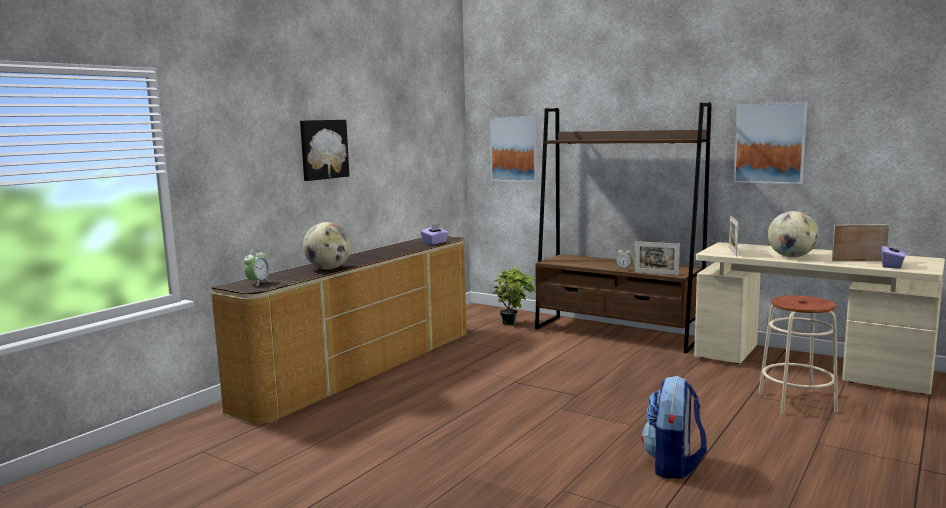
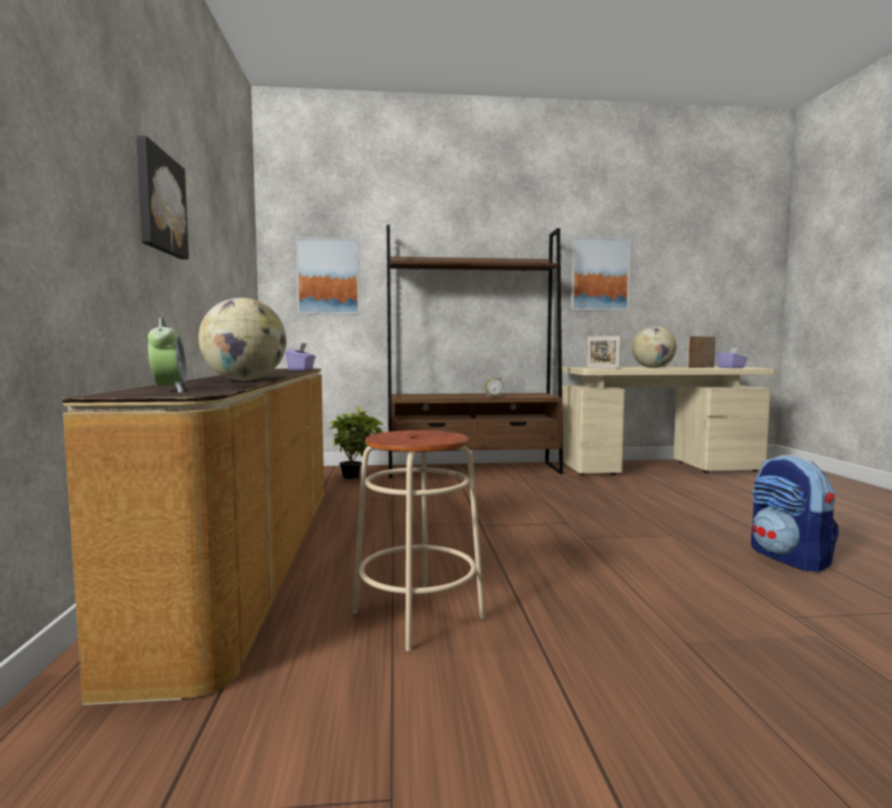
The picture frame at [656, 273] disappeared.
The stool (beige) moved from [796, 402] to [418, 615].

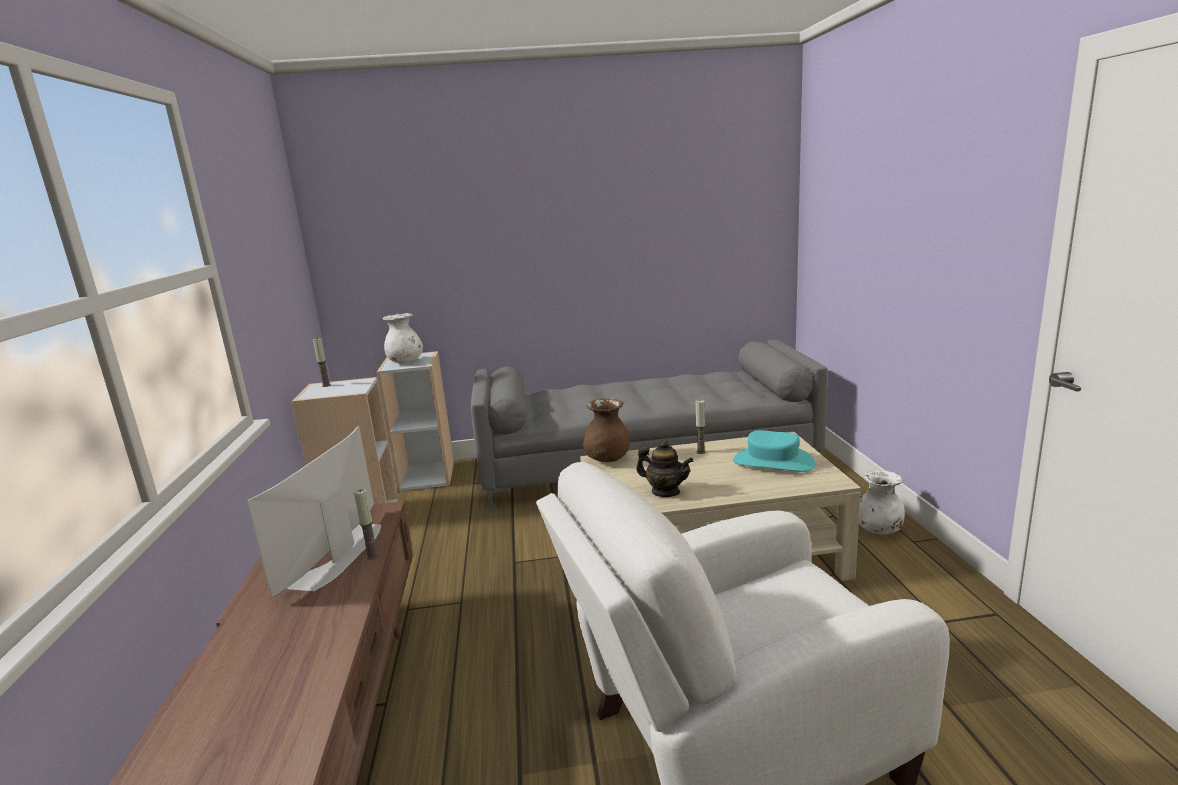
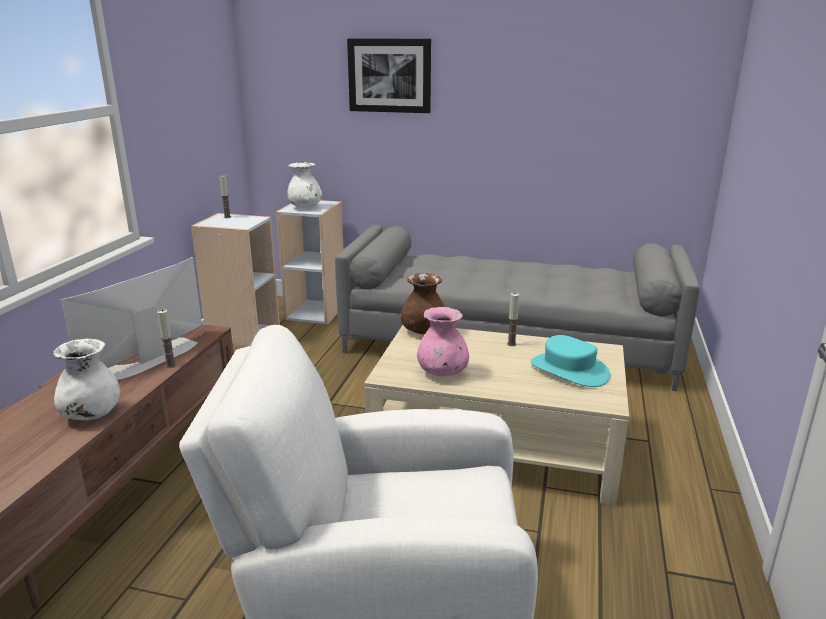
The picture at [389, 75] appeared.
The vase (white) moved from [878, 530] to [92, 415].
The teapot at [665, 492] was replaced by the vase (pink) at [442, 373].

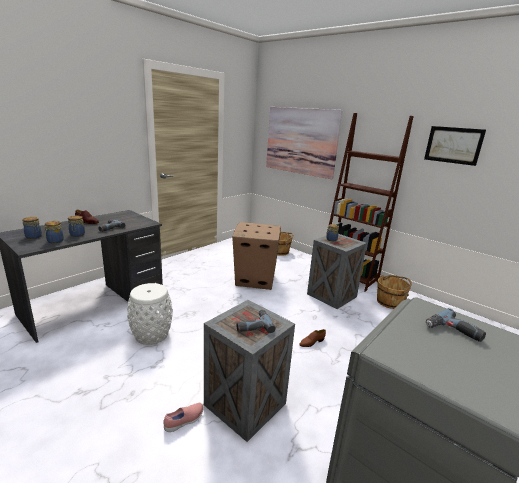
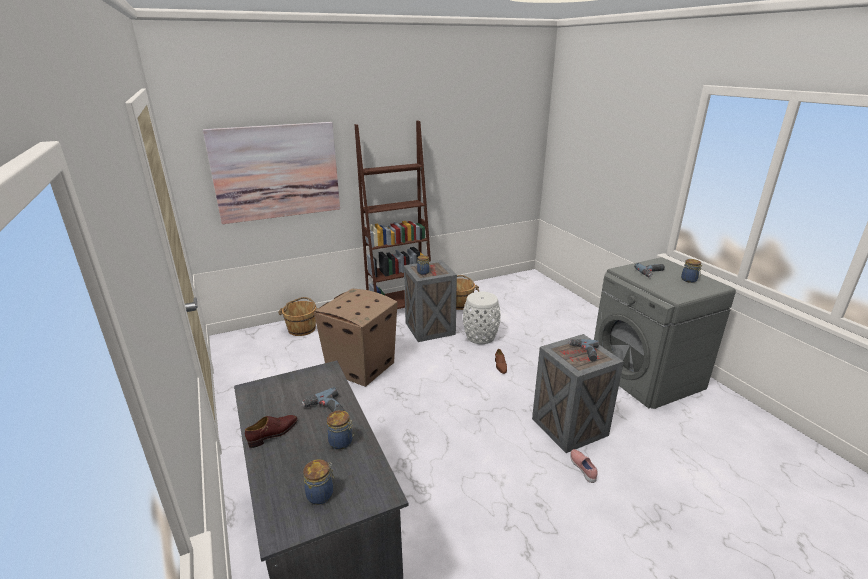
The picture at [453, 145] disappeared.
The jar moved from [54, 241] to [689, 280].
The stool (white) moved from [151, 335] to [480, 337].

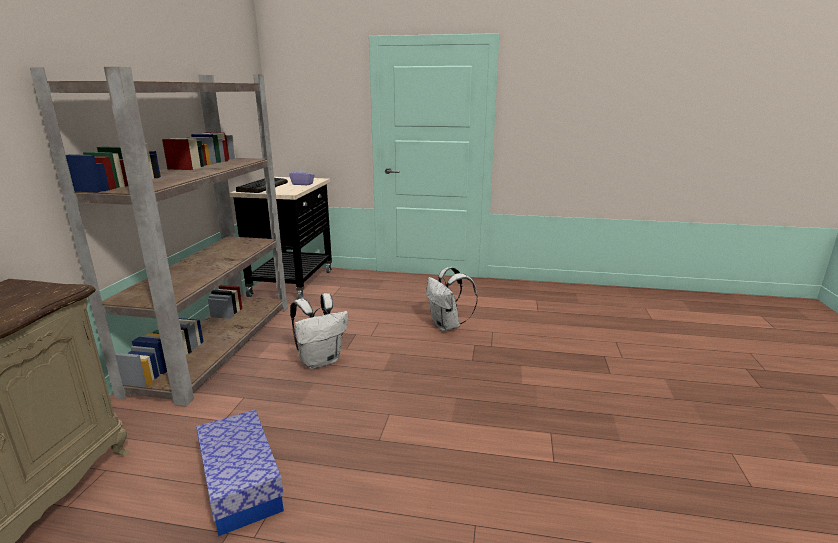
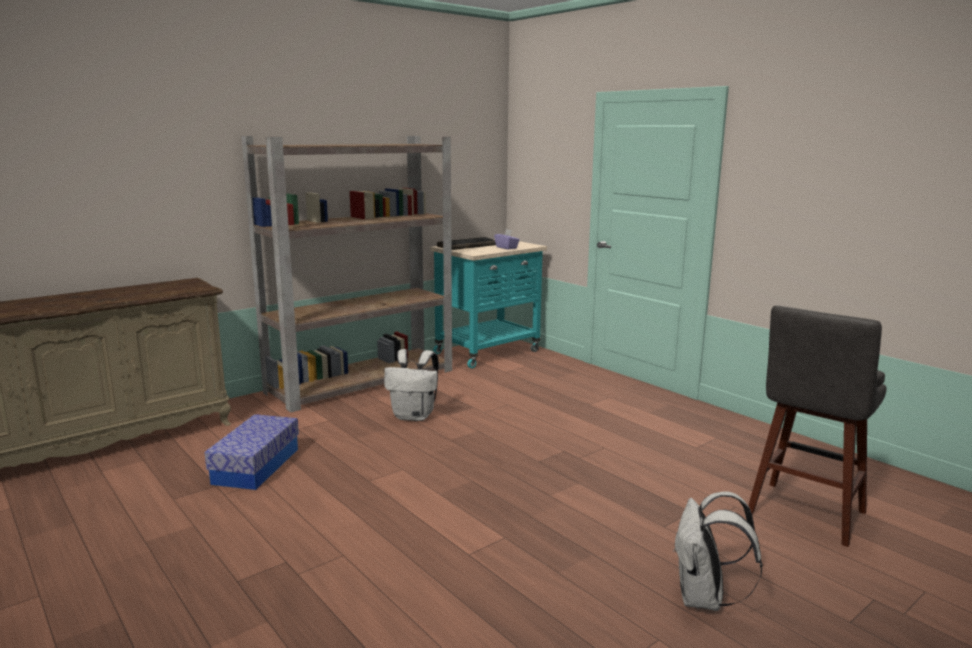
The stool (grey) at [803, 514] appeared.
The backpack (white) moved from [447, 326] to [704, 599].
The cart (black) at [292, 283] became the cart (turquoise) at [487, 352].

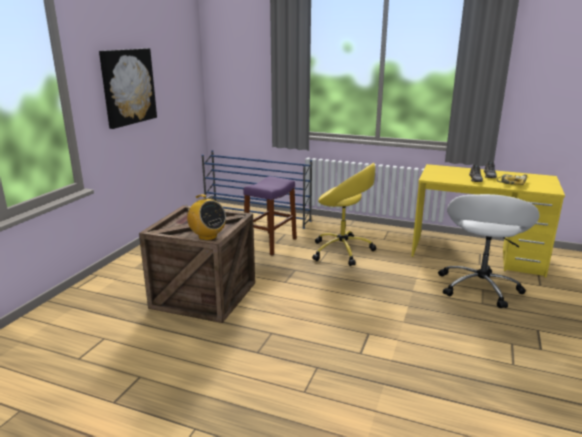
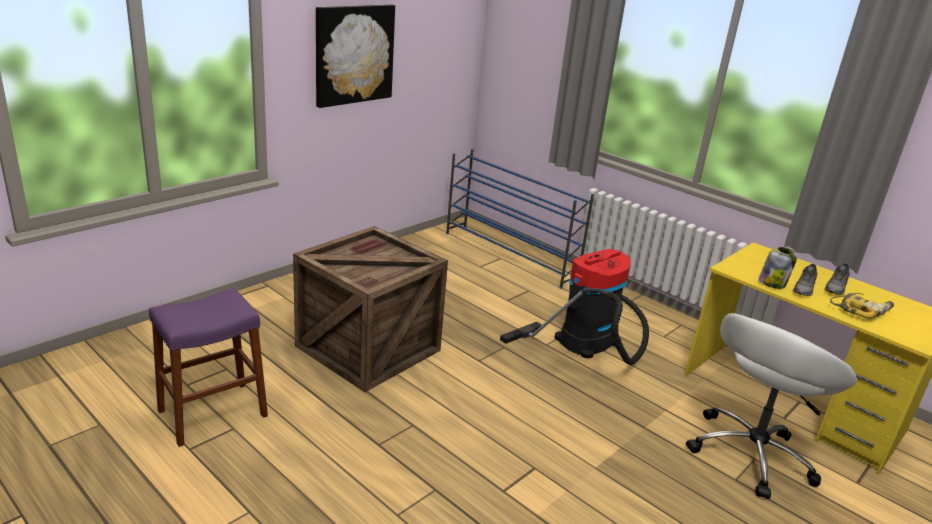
The radio at [207, 236] disappeared.
The jar at [772, 283] appeared.
The stool (purple) moved from [270, 243] to [213, 413].
The office chair (yellow) at [343, 251] was replaced by the vacuum cleaner at [590, 338].

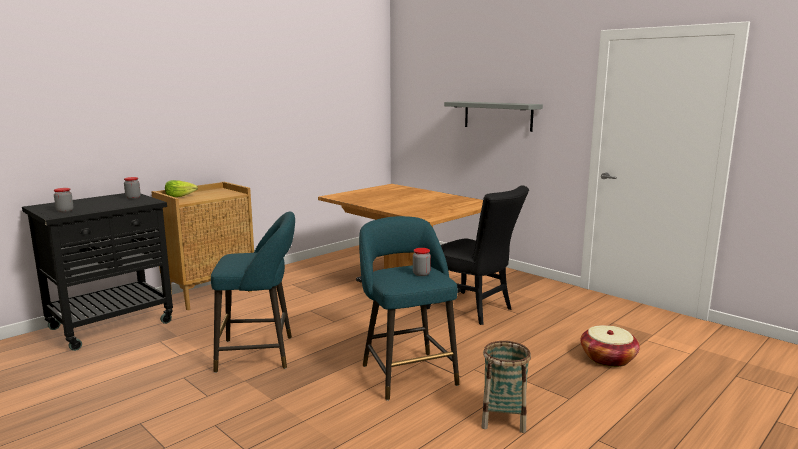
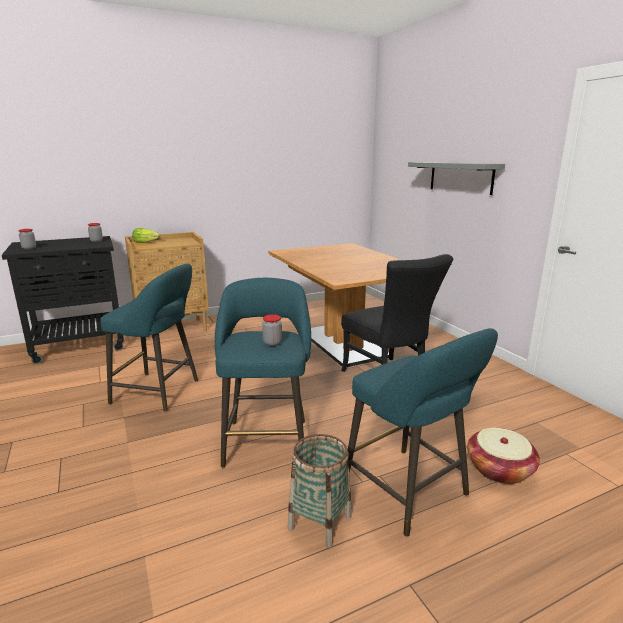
The stool (turquoise) at [410, 493] appeared.

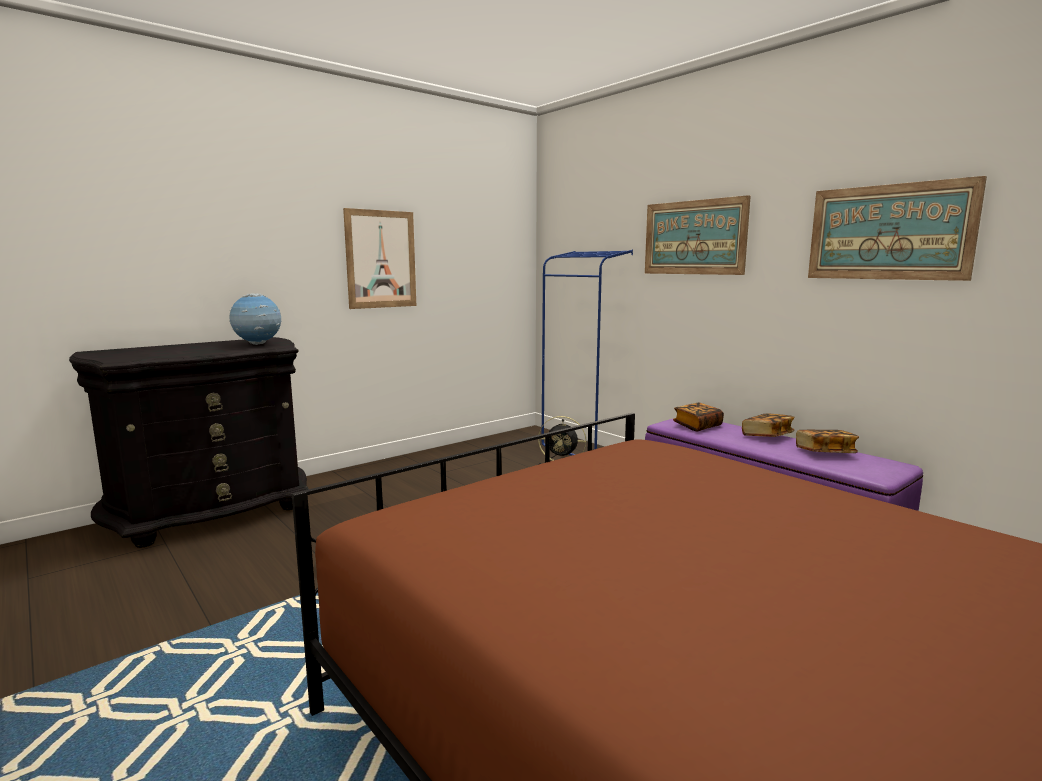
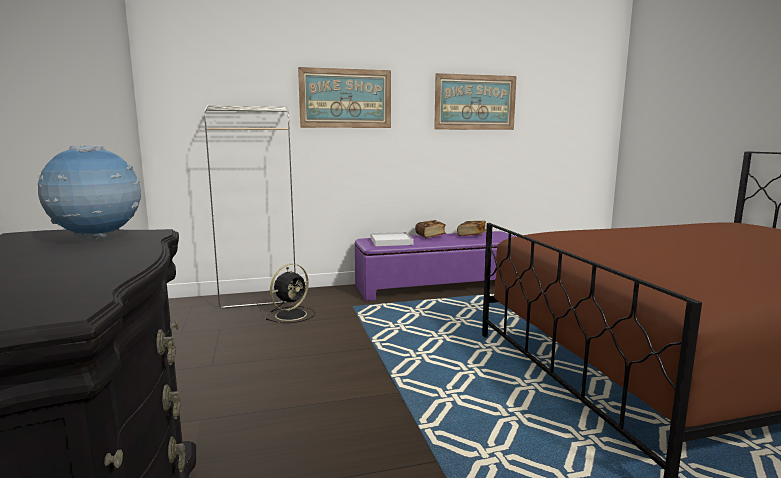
The picture at [381, 259] disappeared.
The book at [697, 426] was replaced by the tray (white) at [391, 241].
The clothes rack (blue) at [582, 450] became the clothes rack (grey) at [259, 299].

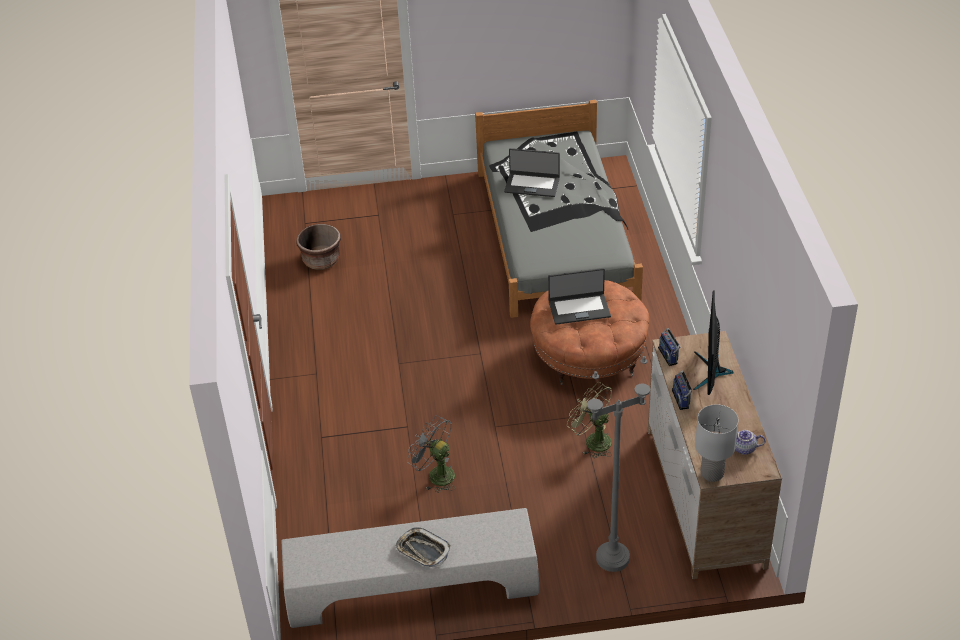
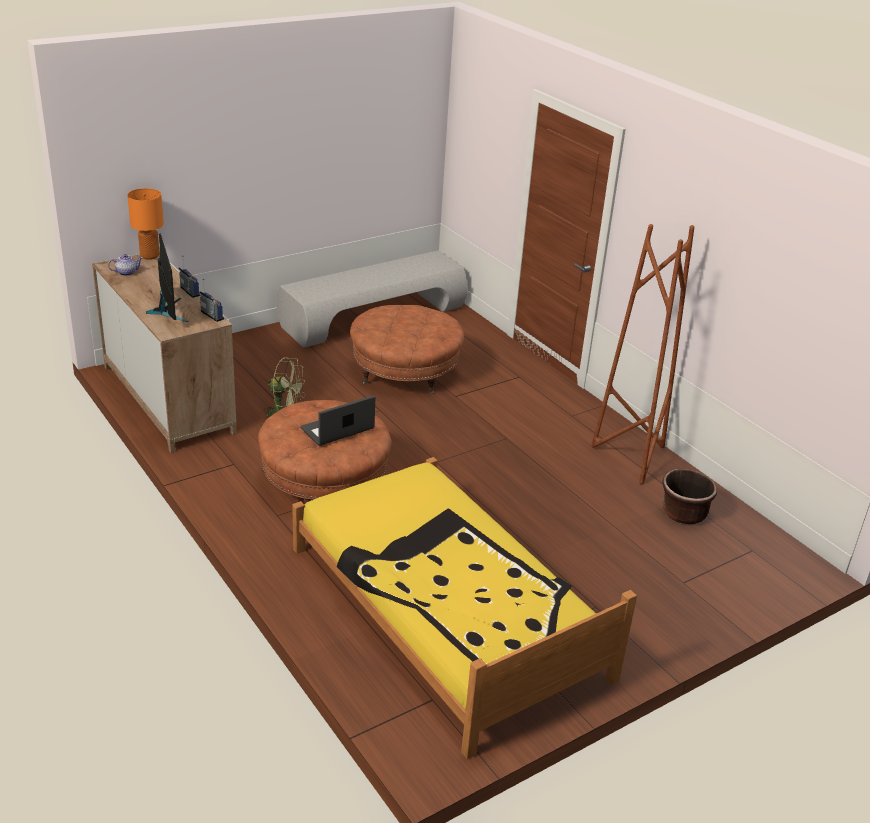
The tray at [423, 550] disappeared.
The laptop at [532, 185] disappeared.
The floor lamp (grey) at [613, 558] disappeared.
The clothes rack (brown) at [632, 459] appeared.
The fan (grey) at [435, 474] was replaced by the ottoman (brown) at [405, 372].
The bed (grey) at [555, 234] became the bed (yellow) at [446, 611].
The table lamp (grey) at [711, 475] became the table lamp (orange) at [150, 257].

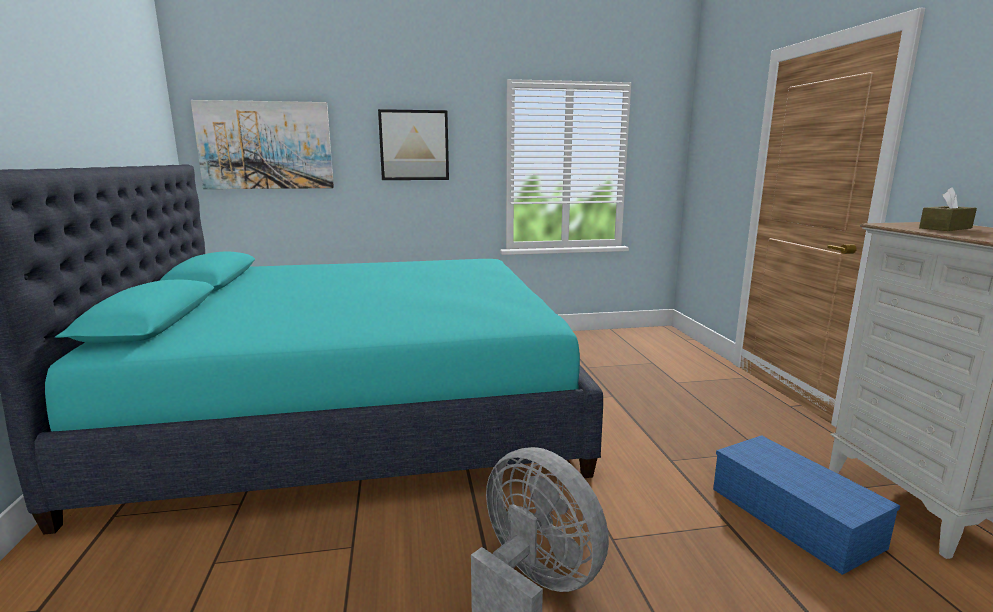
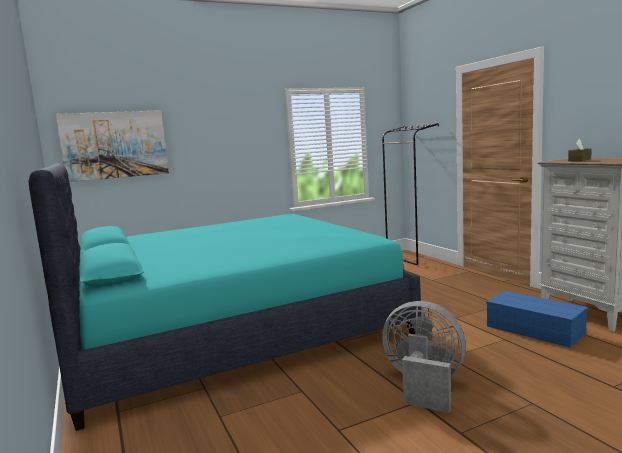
The picture at [414, 145] disappeared.
The clothes rack (black) at [413, 258] appeared.

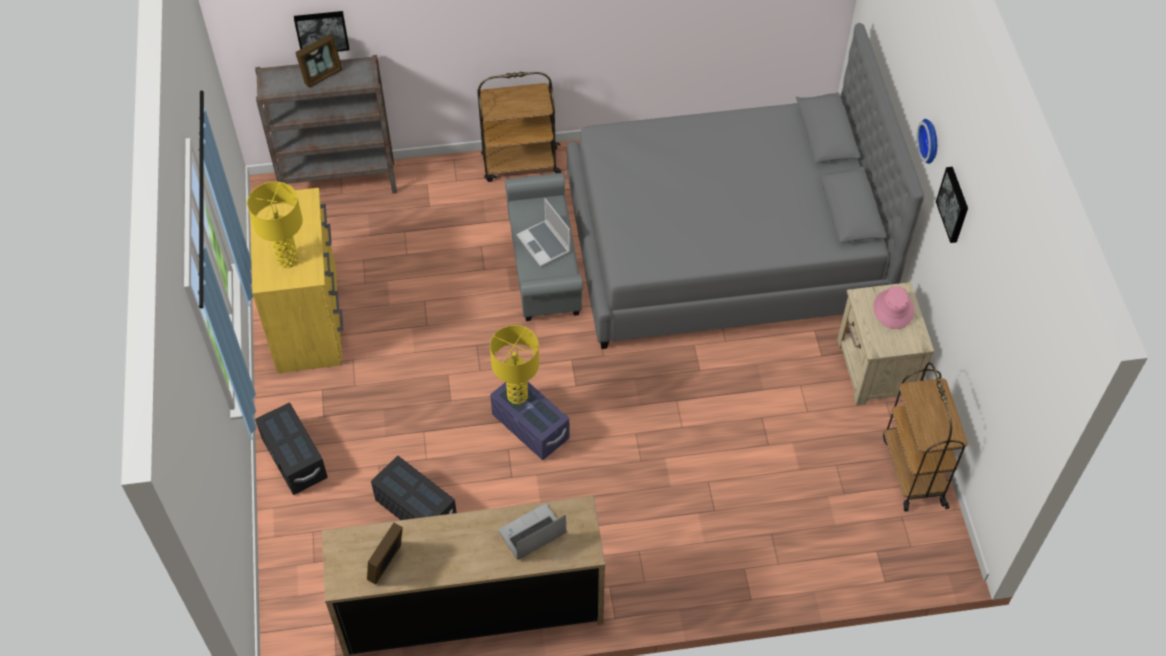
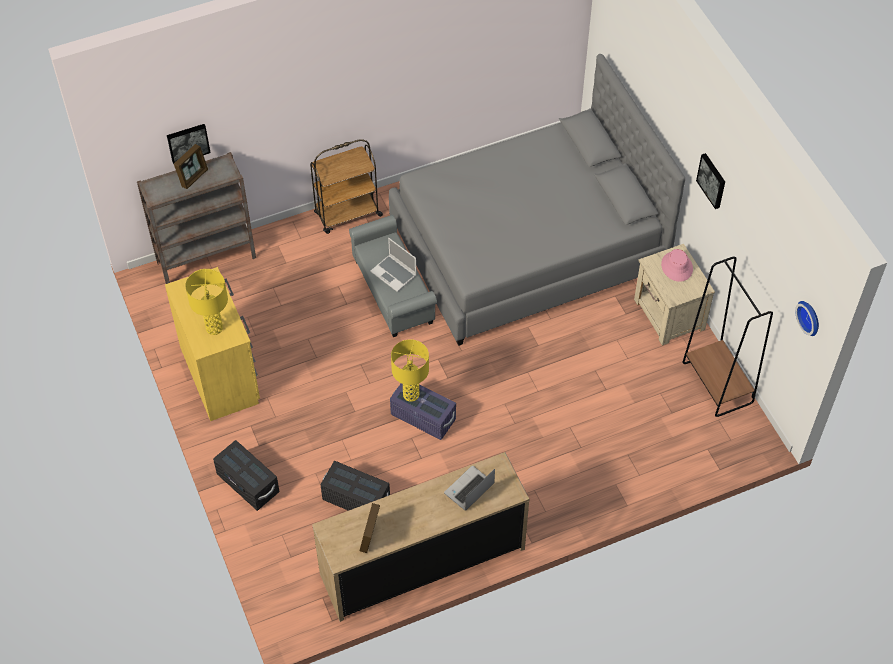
The wall clock moved from [931, 140] to [810, 317].
The cart (brown) at [913, 470] was replaced by the clothes rack at [717, 383].

